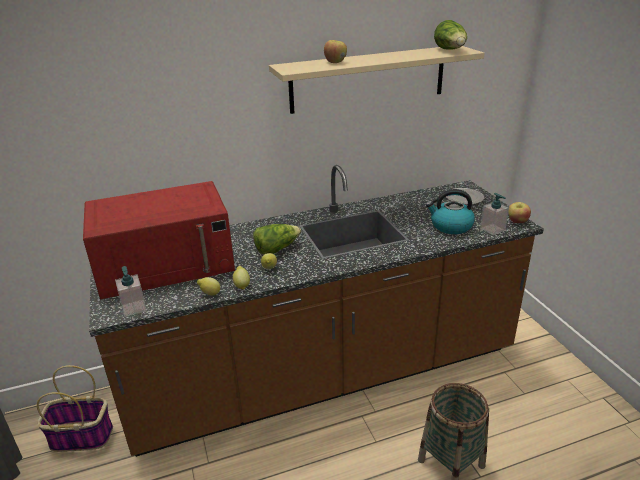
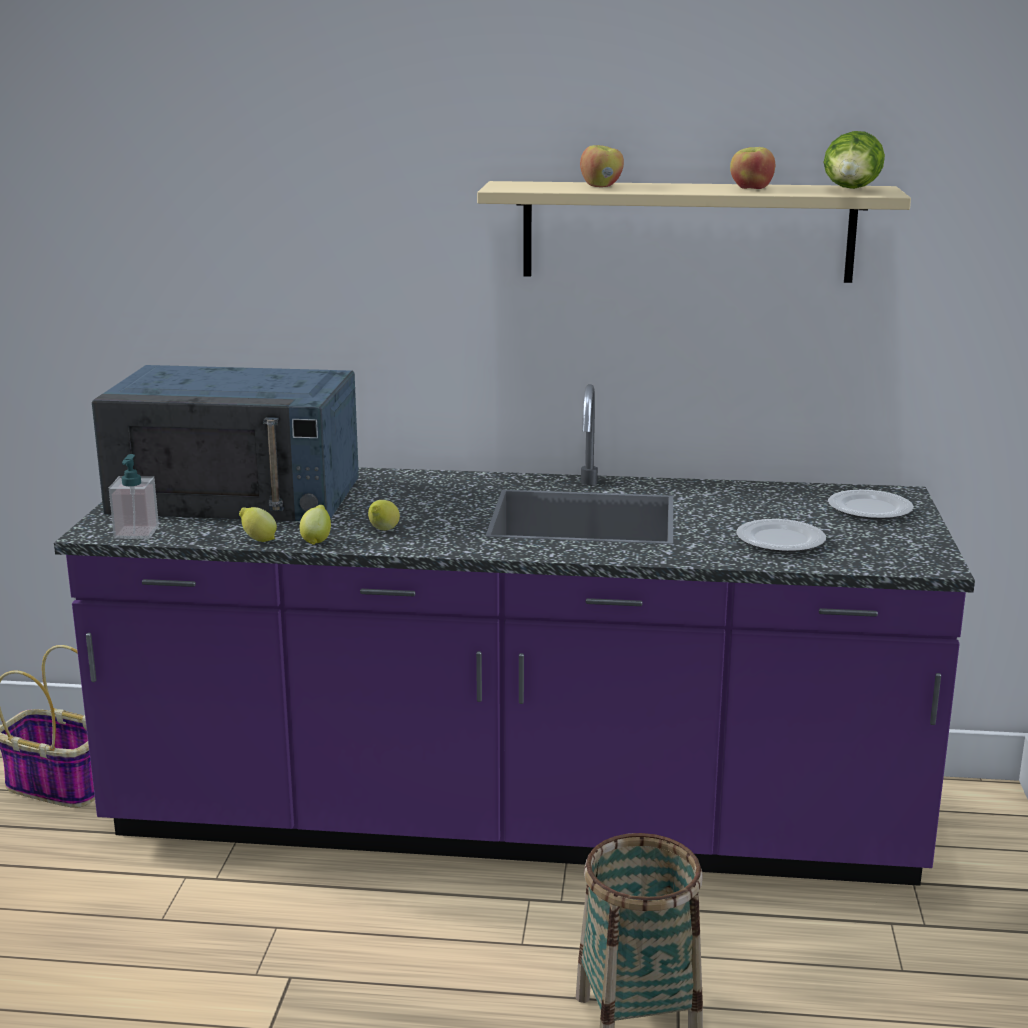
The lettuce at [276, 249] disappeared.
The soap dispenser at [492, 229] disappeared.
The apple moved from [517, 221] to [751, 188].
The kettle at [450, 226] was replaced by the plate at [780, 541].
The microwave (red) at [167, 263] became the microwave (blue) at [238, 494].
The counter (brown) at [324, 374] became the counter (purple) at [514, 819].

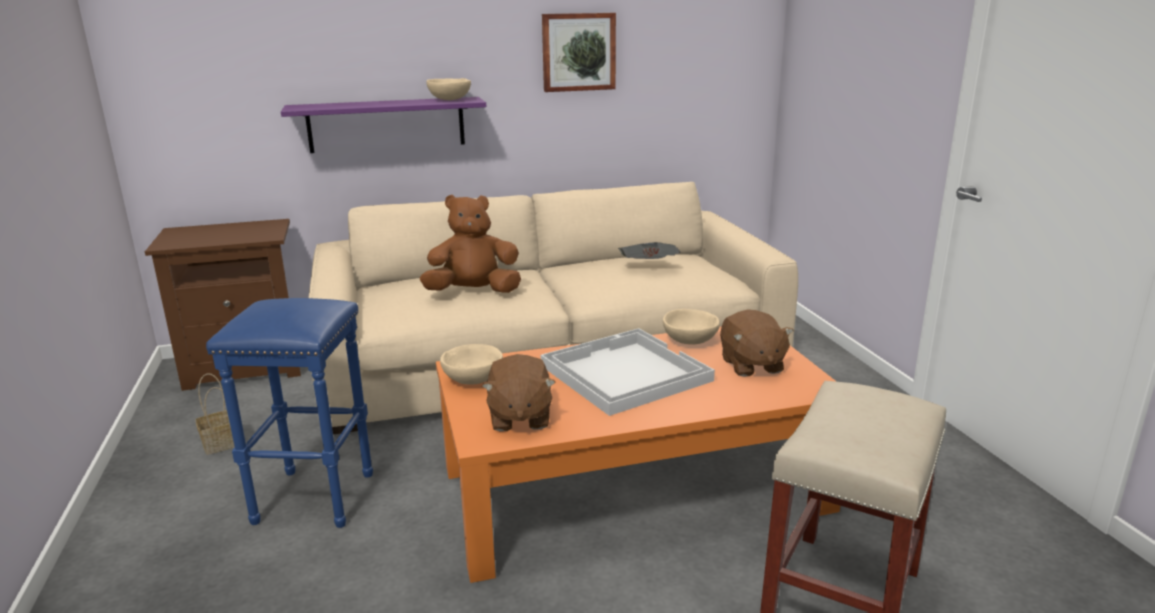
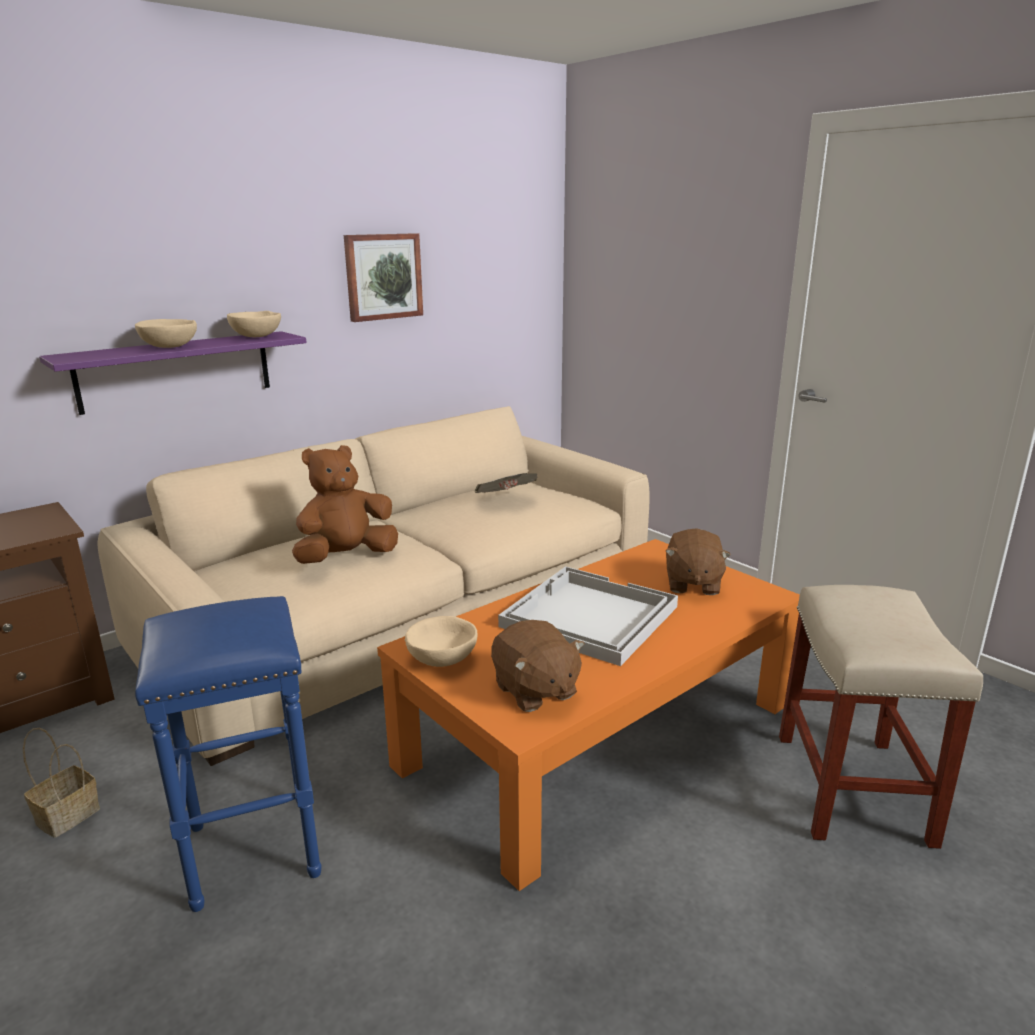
The bowl (beige) moved from [689, 341] to [169, 347].
The plush toy (brown) at [751, 365] turned 45 degrees clockwise.

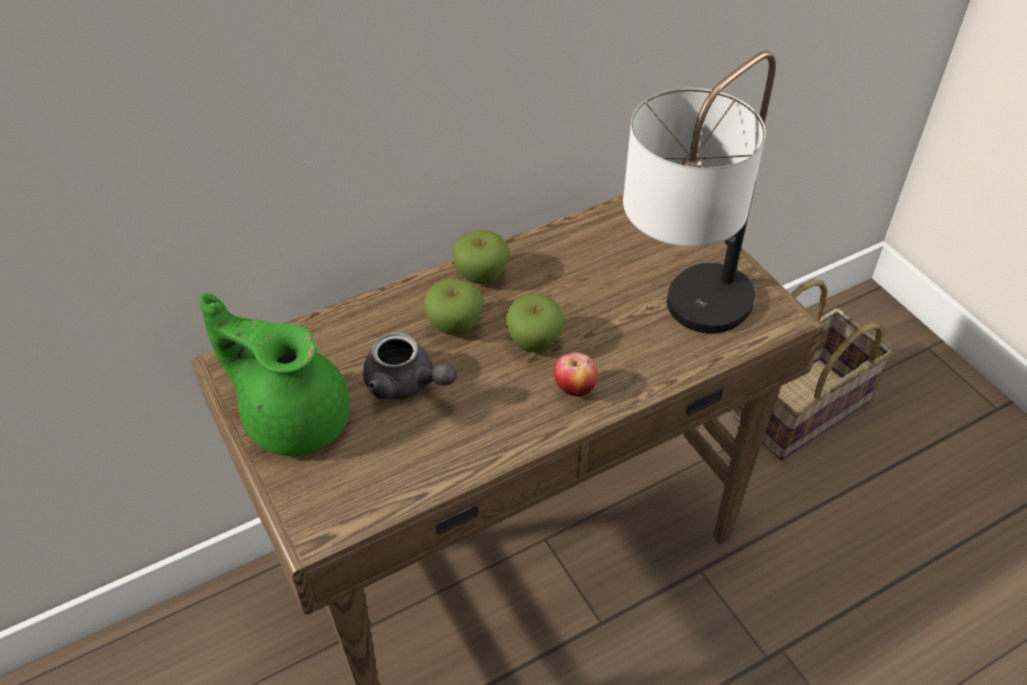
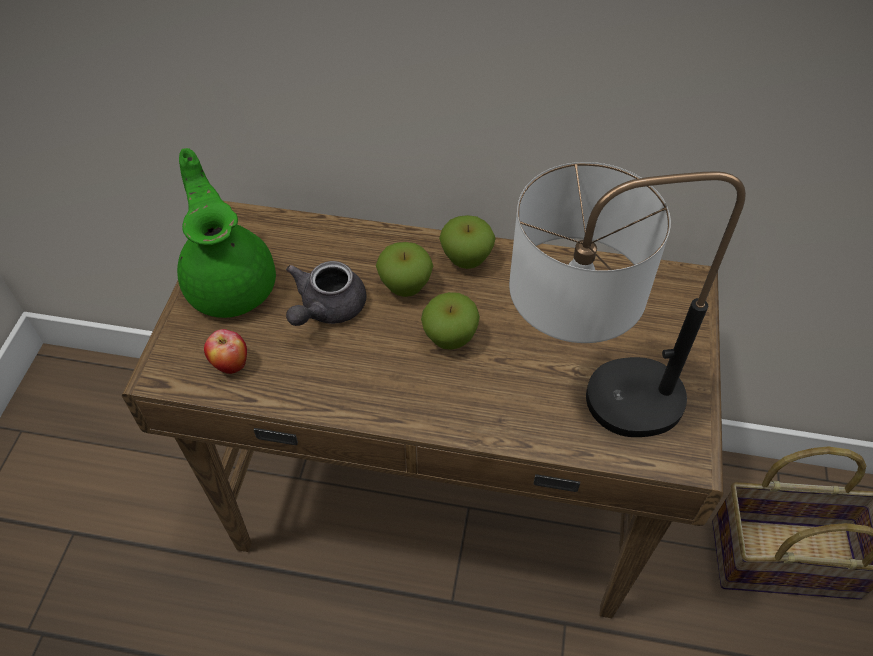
The apple moved from [574, 390] to [230, 364].
The teapot (grey) at [406, 384] turned 45 degrees clockwise.

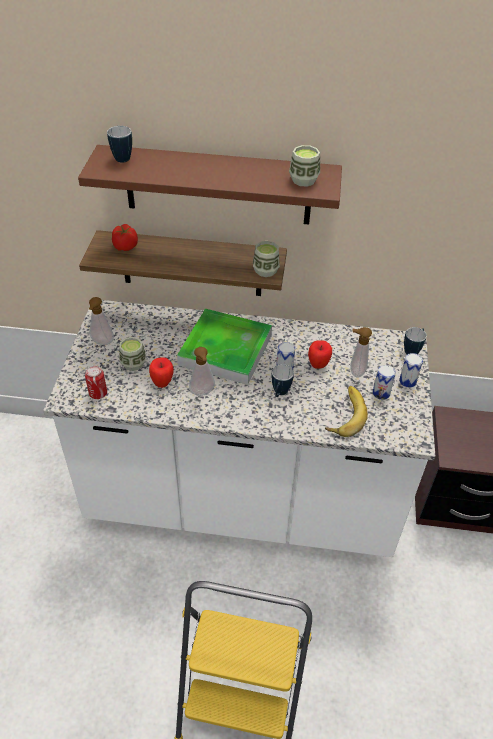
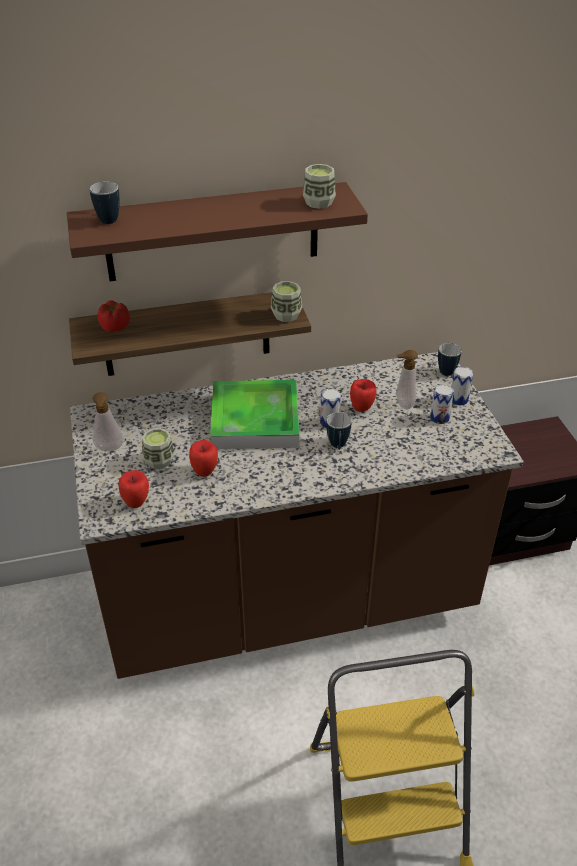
The soap dispenser at [203, 393] disappeared.
The banana at [344, 414] disappeared.
The can at [98, 393] was replaced by the apple at [136, 503].
The counter (white) at [242, 499] became the counter (brown) at [288, 601].

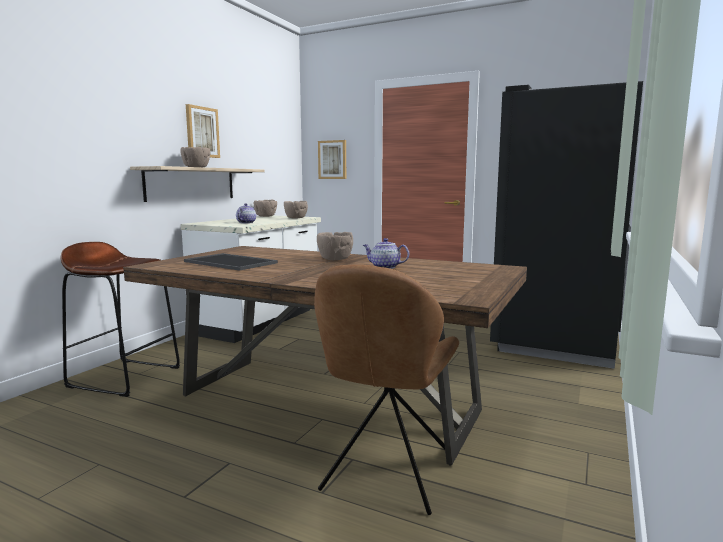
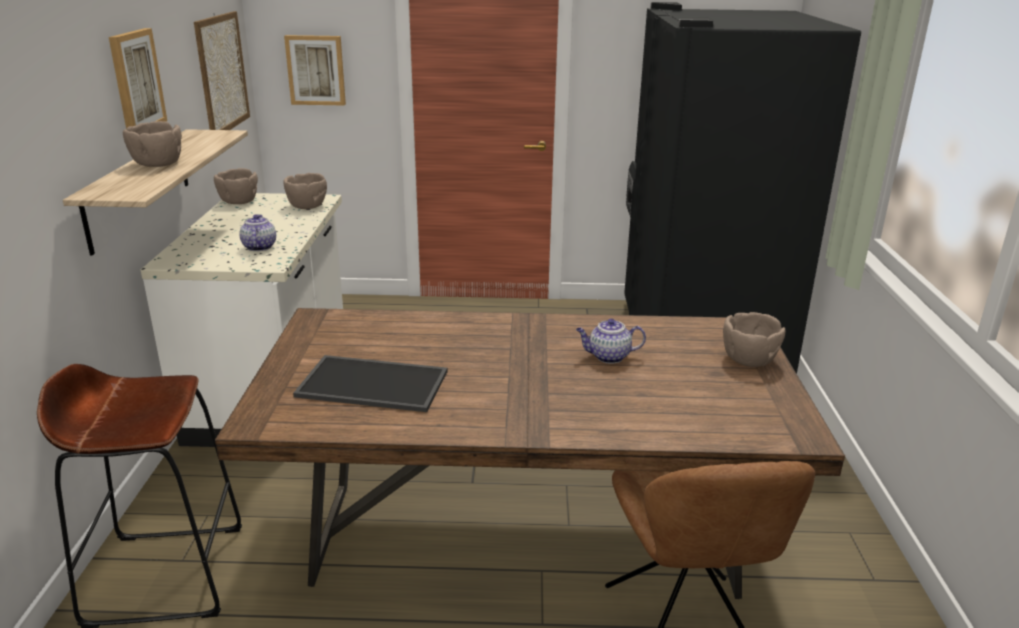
The picture at [222, 72] appeared.
The bowl (brown) moved from [334, 259] to [748, 359].

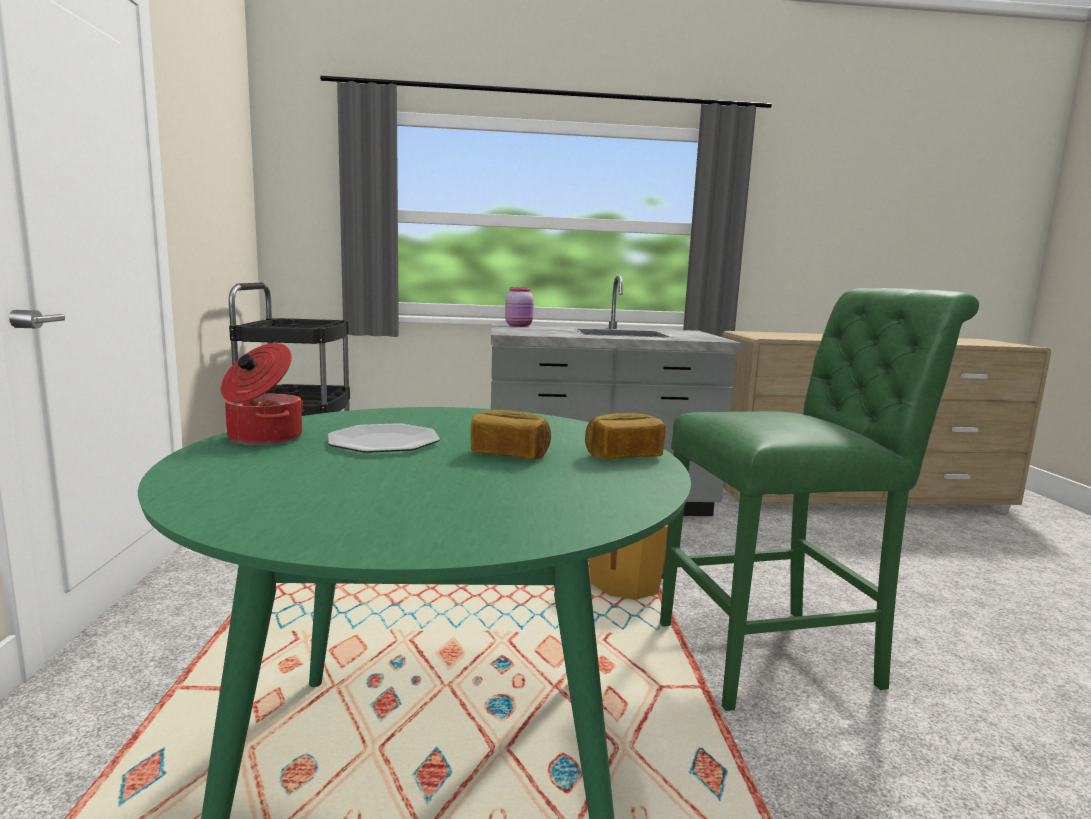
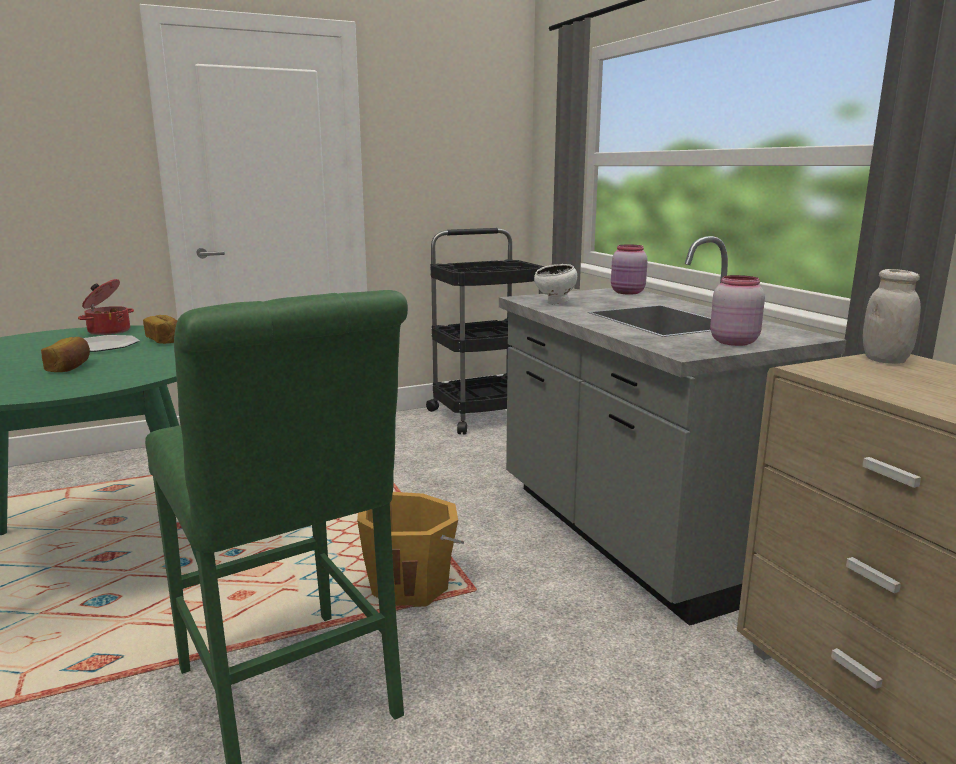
The bowl (white) at [555, 303] appeared.
The jar (pink) at [732, 342] appeared.
The jar (white) at [885, 360] appeared.
The bread moved from [623, 456] to [165, 340].

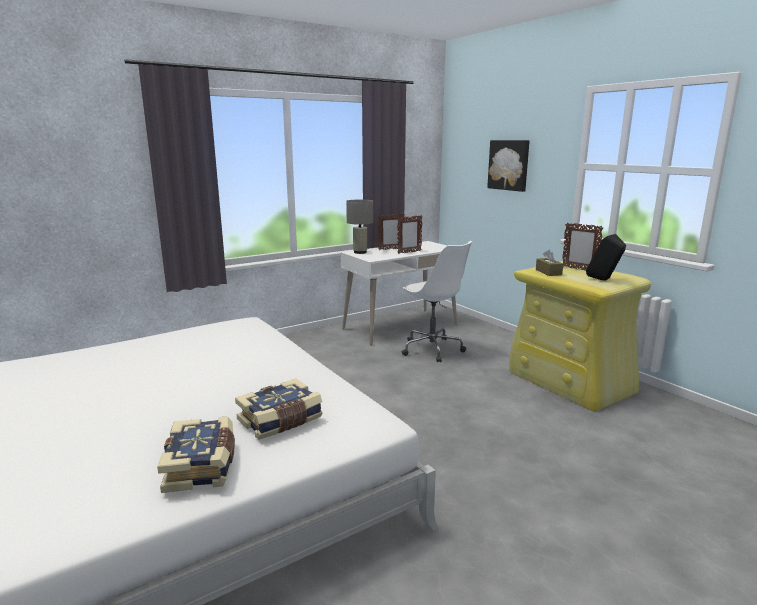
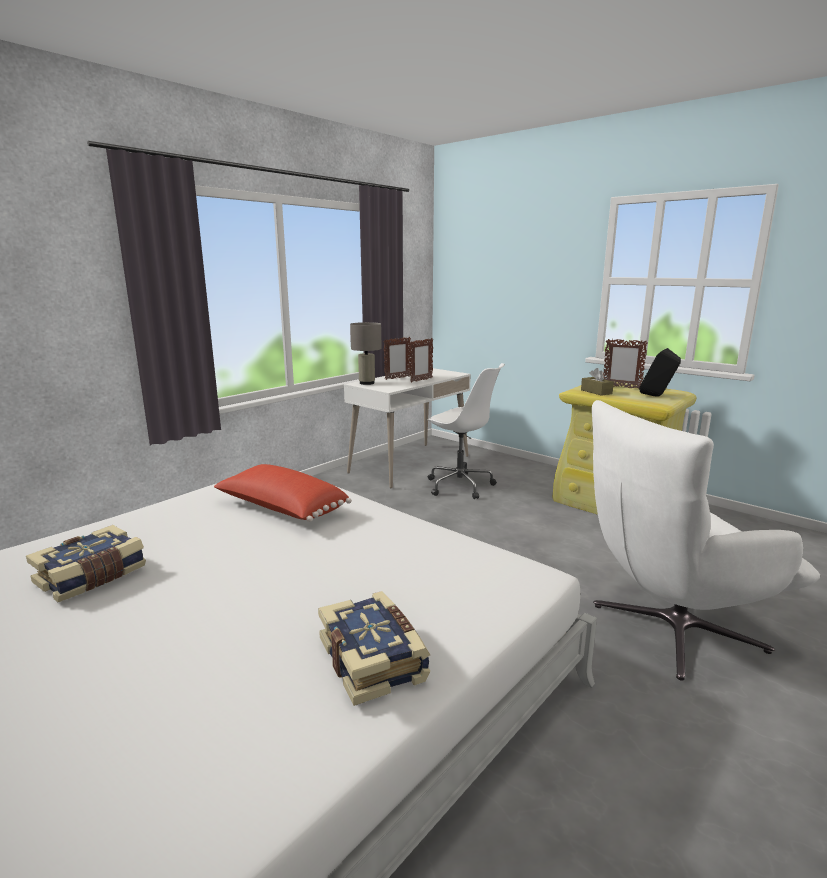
The picture at [509, 165] disappeared.
The pillow (red) at [281, 509] appeared.
The armchair (white) at [675, 627] appeared.
The book moved from [281, 421] to [92, 577].

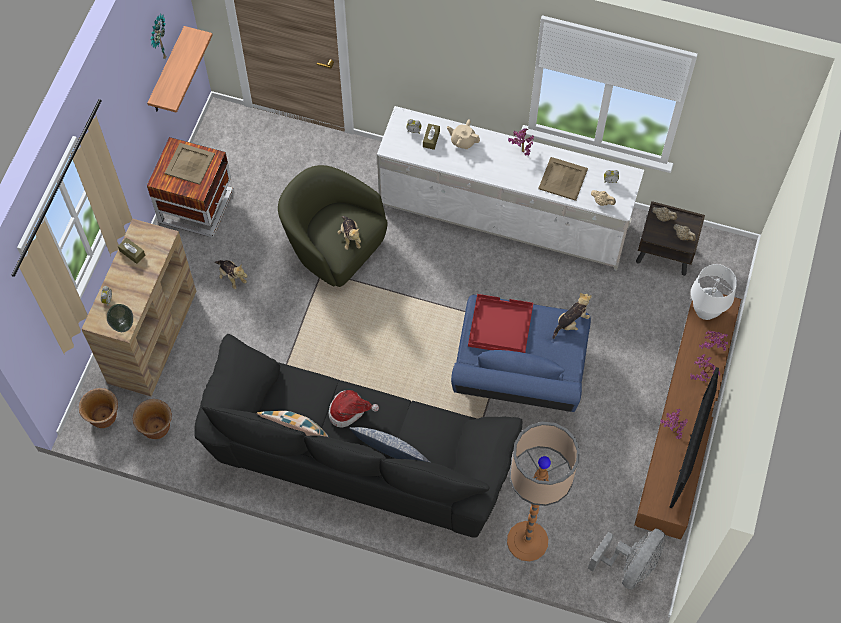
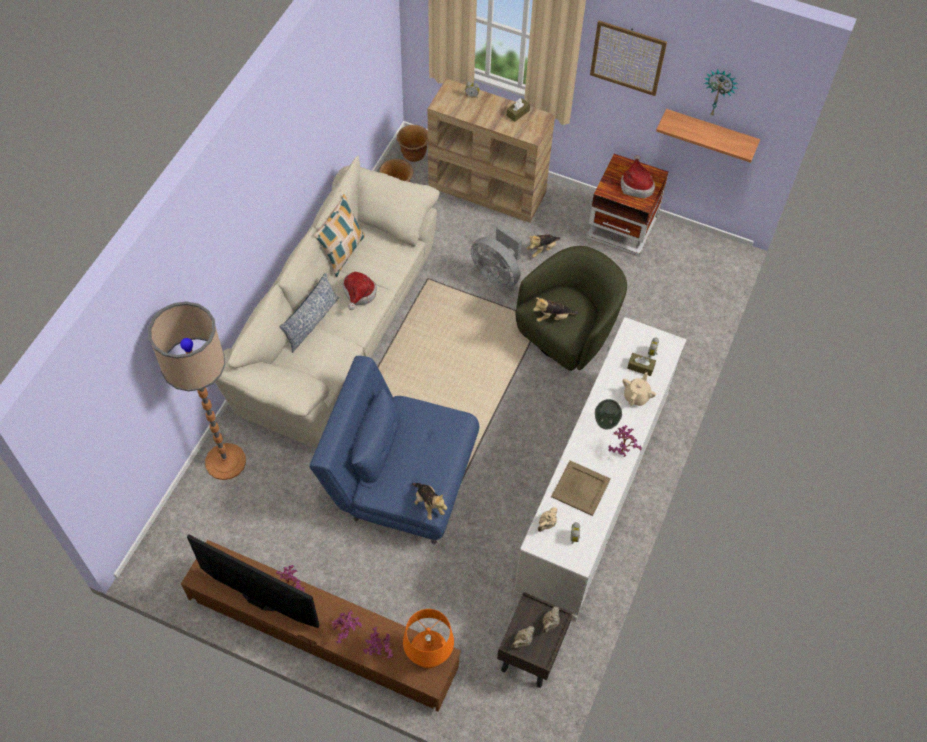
The tray (red) at [499, 326] disappeared.
The picture at [628, 57] appeared.
The vase moved from [123, 326] to [606, 424].
The fan (grey) moved from [630, 566] to [497, 274].
The tray (beige) at [189, 164] was replaced by the hat at [636, 185].
The sofa (black) at [359, 460] became the sofa (beige) at [337, 333].
The table lamp (white) at [706, 310] became the table lamp (orange) at [428, 655].

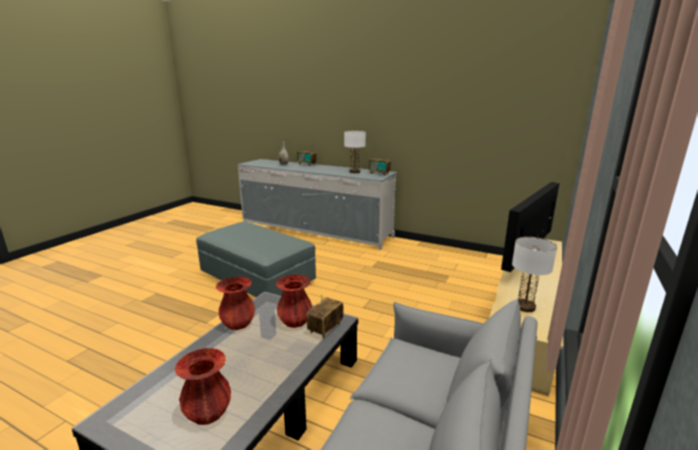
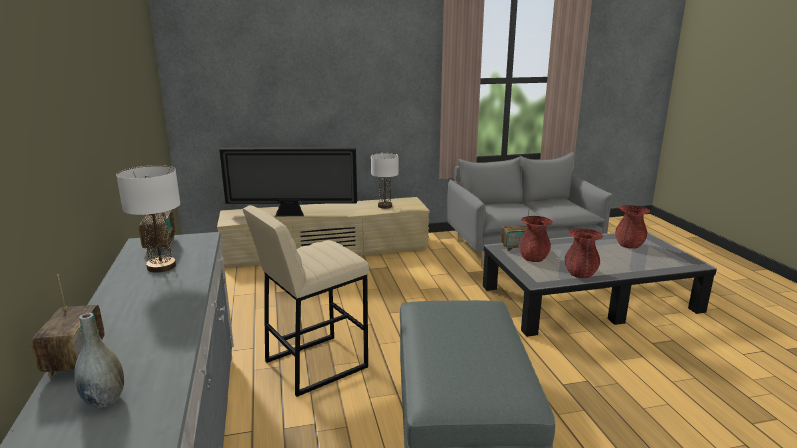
The stool (beige) at [313, 365] appeared.

